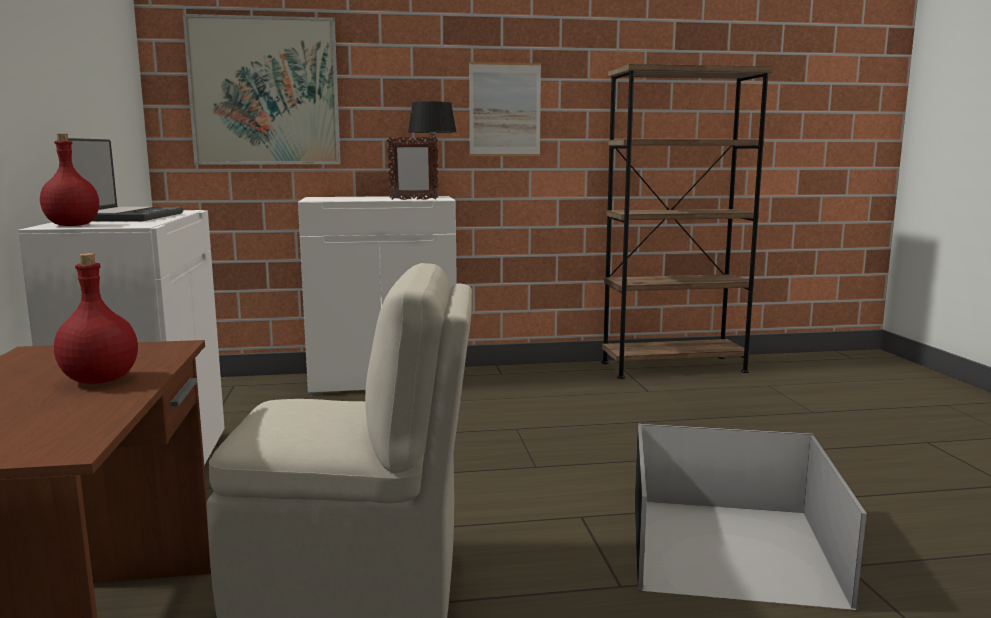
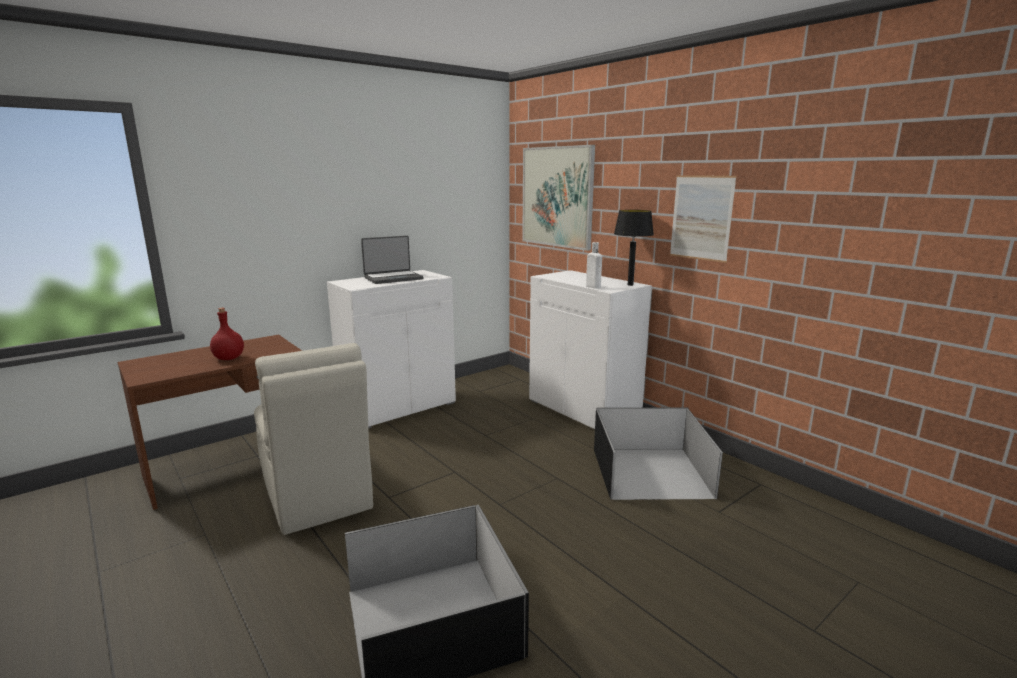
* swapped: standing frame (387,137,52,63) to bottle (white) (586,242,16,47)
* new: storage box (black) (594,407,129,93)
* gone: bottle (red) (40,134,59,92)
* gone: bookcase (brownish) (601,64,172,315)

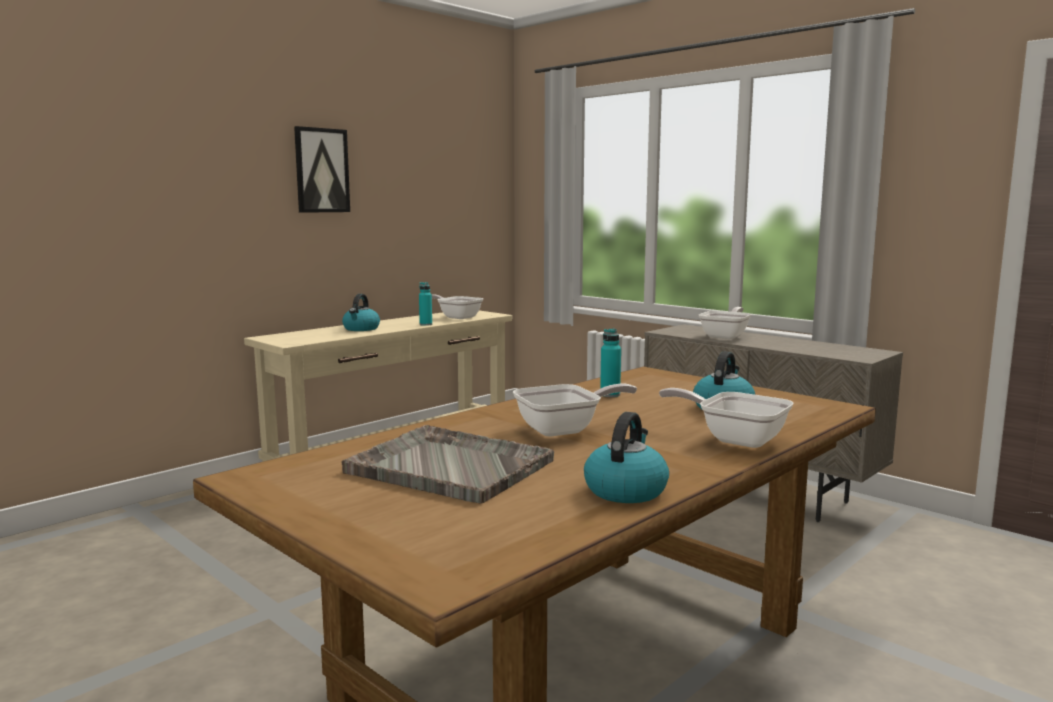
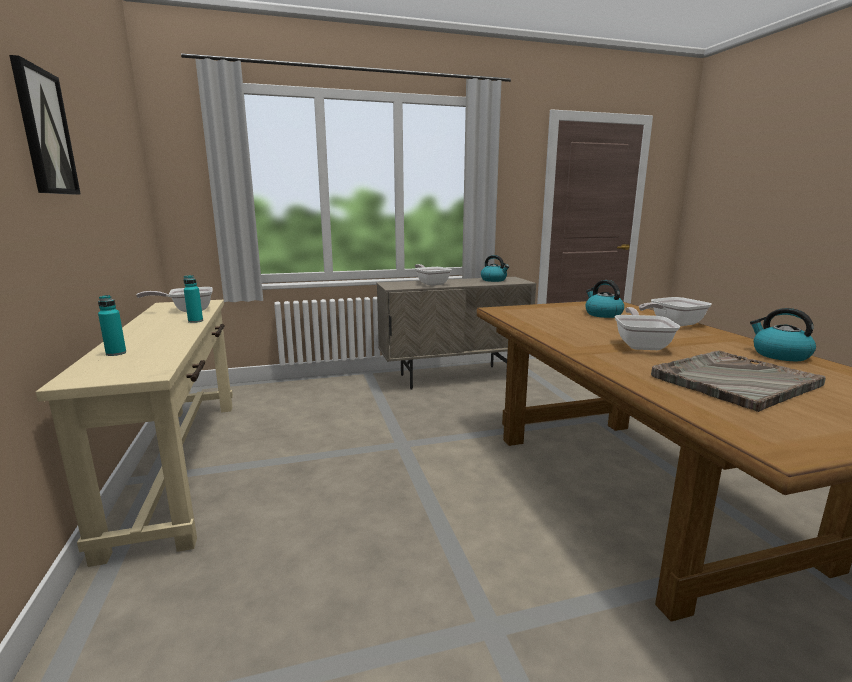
* shifted: bottle (turquoise-coloured) (600,328,21,69) to (98,295,28,61)
* shifted: water kettle (342,294,38,37) to (481,255,28,27)

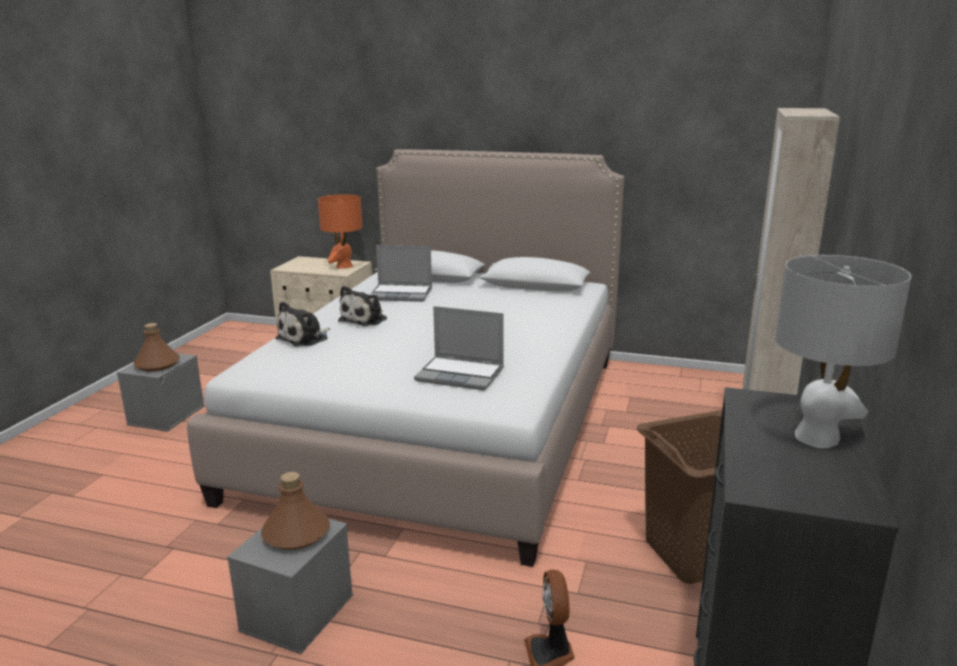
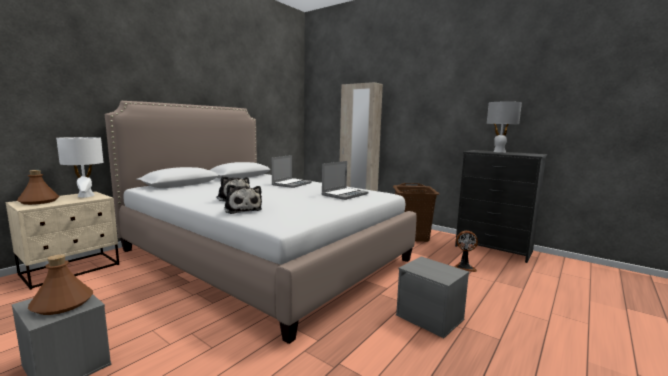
* shifted: bottle (brownish) (261,472,69,78) to (17,170,43,35)
* repainted: table lamp (orange) (318,194,45,75) to table lamp (white) (56,137,48,61)
* shifted: laptop (370,245,62,57) to (272,155,40,33)

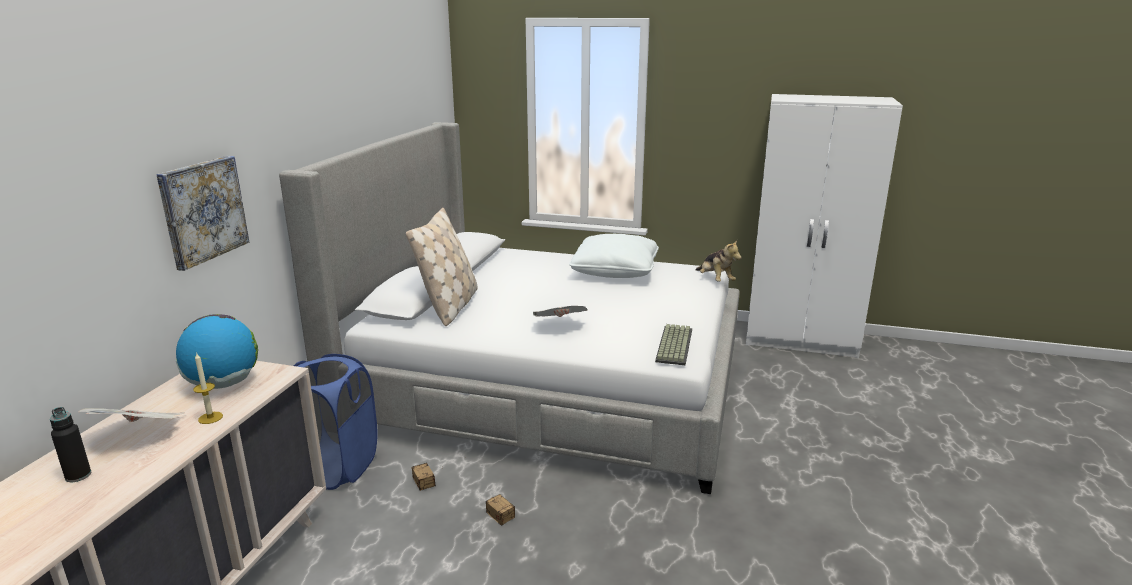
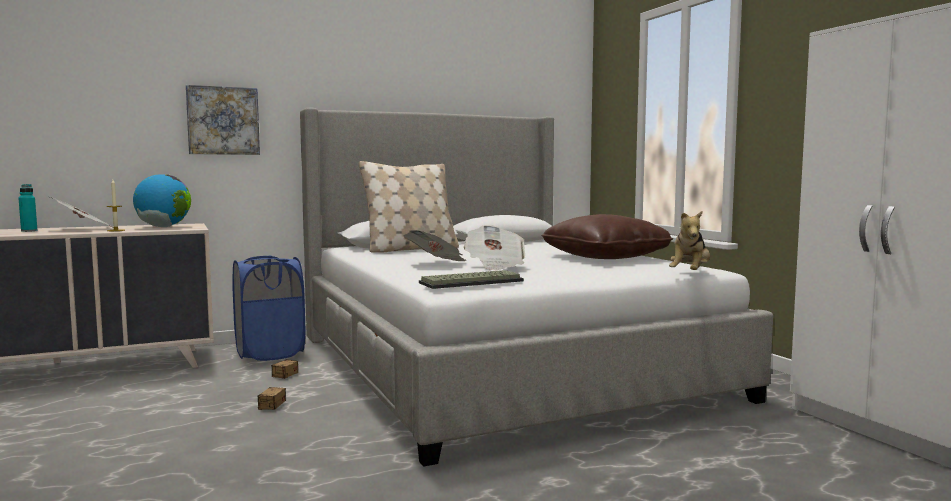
* repainted: bottle (black) (50,407,41,75) to bottle (turquoise-coloured) (18,184,19,48)
* new: printed paper (463,225,62,45)
* repainted: cushion (white) (569,234,90,44) to cushion (brownish) (541,214,132,45)

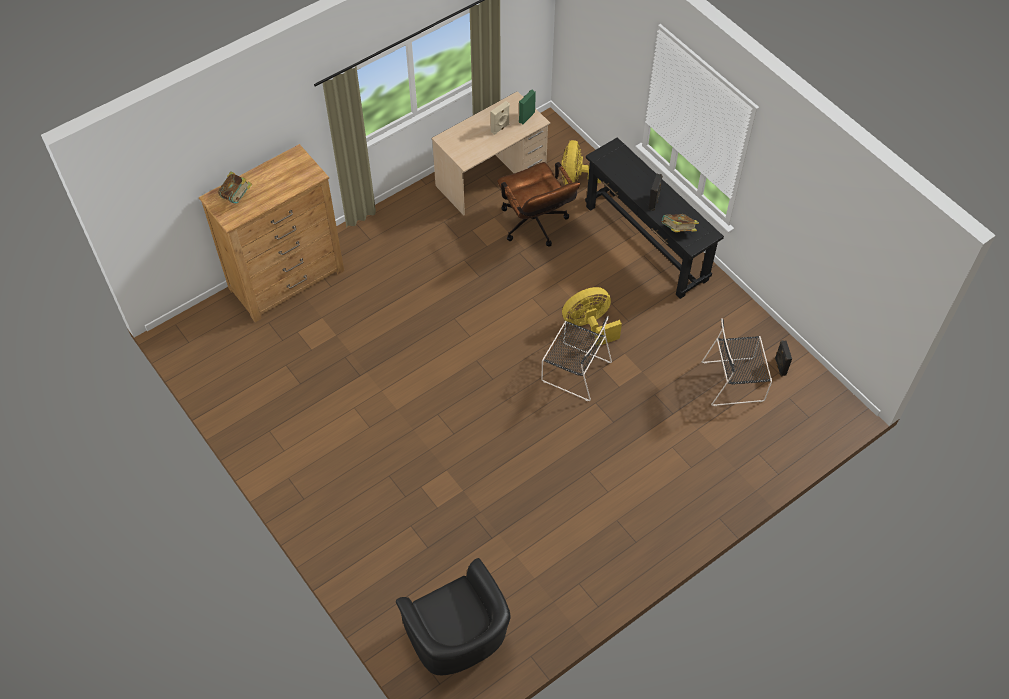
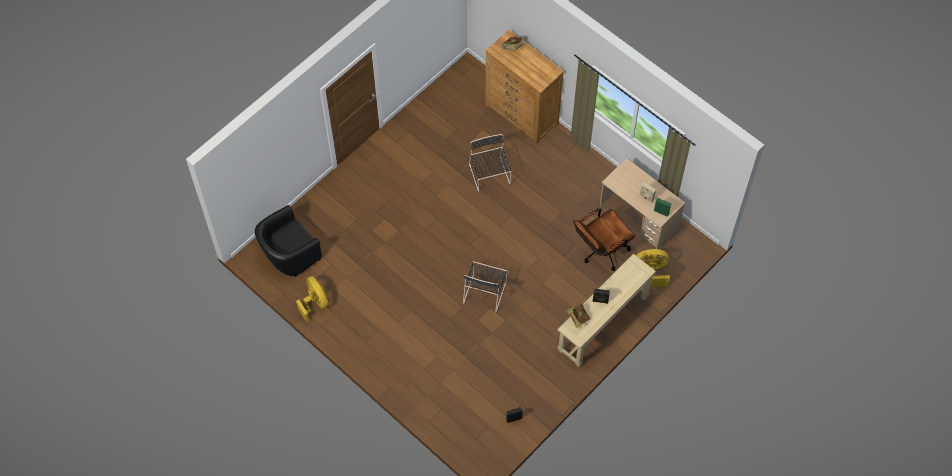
* shifted: cooling fan (yellowish) (562,287,60,60) to (296,276,32,47)
* shifted: chair (black) (702,318,70,88) to (469,134,42,58)
* repainted: narrow table (black) (585,137,139,162) to narrow table (beige-coloured) (557,254,99,113)

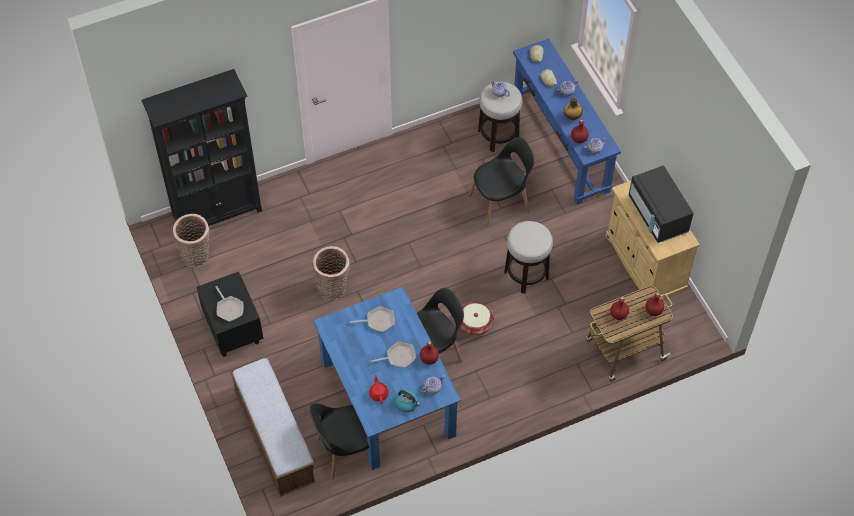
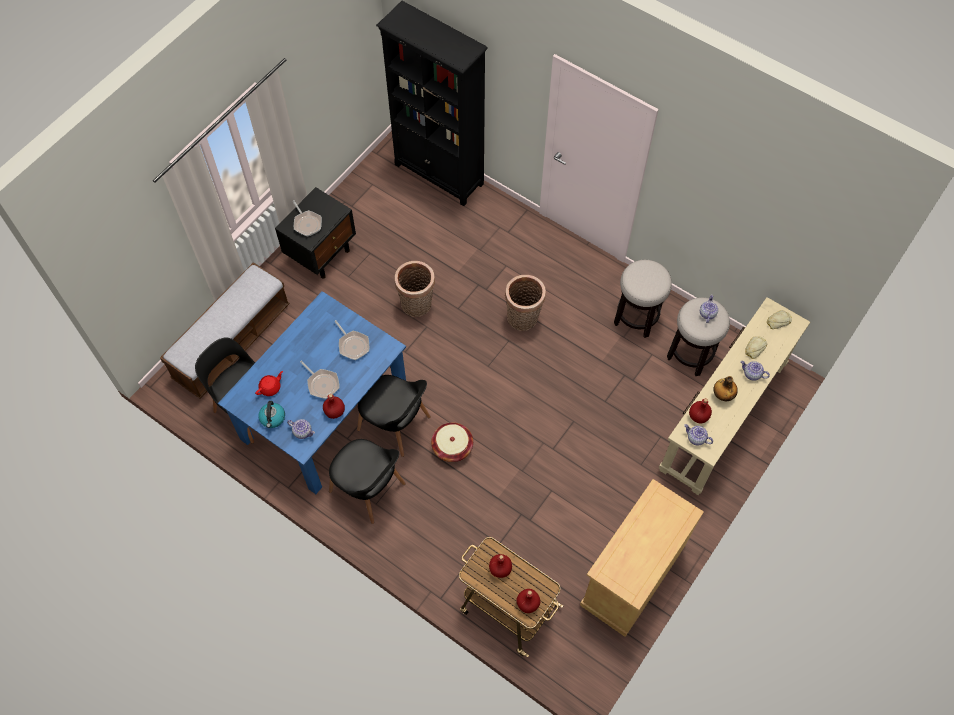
* rotated: frying pan (216,286,28,36) = (293,200,29,37) 60 degrees counterclockwise
* shifted: chair (black) (469,137,66,90) to (329,439,77,85)
* shifted: basket (173,214,37,54) to (505,275,41,56)
* shifted: stool (504,221,49,73) to (614,260,58,78)
* repainted: narrow table (bluish) (513,39,108,166) to narrow table (beige-coloured) (659,297,151,198)
* gone: kitchen microwave (black) (629,166,65,77)

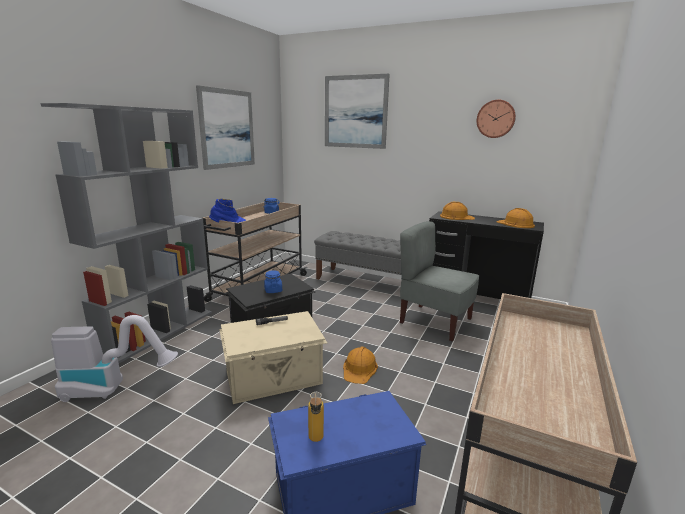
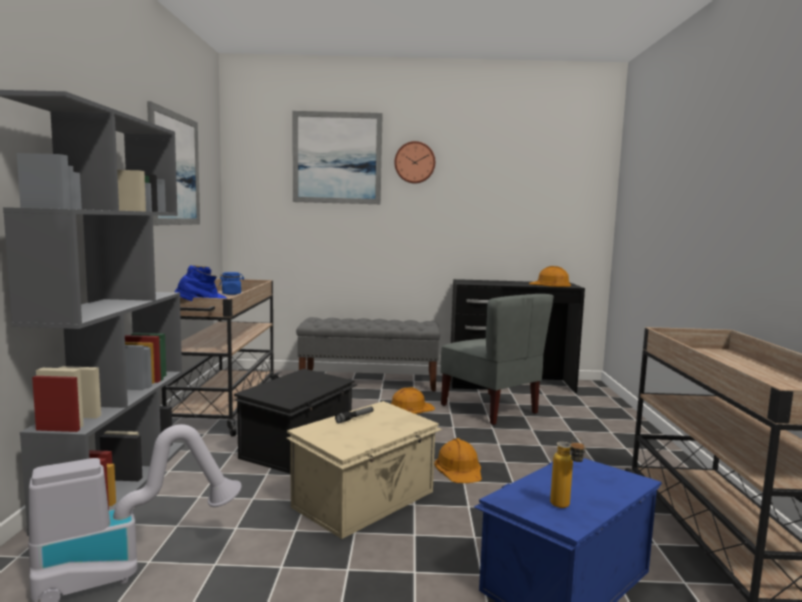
* shifted: work helmet (orange) (440,202,35,18) to (391,387,44,27)
* shifted: hanging clock (477,100,39,38) to (394,141,41,43)
* rotated: chair (grey) (400,221,79,120) = (441,294,113,131) 135 degrees counterclockwise
* gone: preserve jar (bluish) (264,270,18,23)

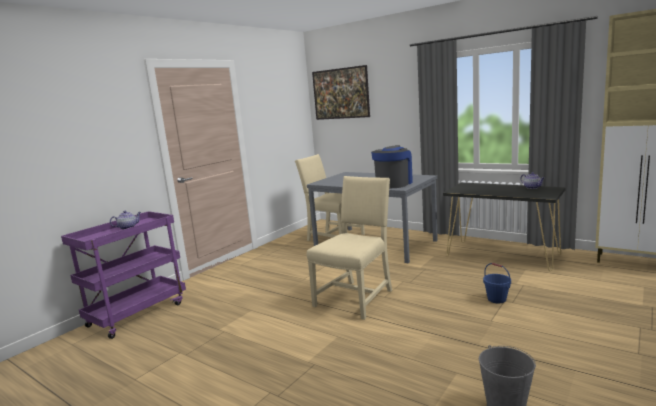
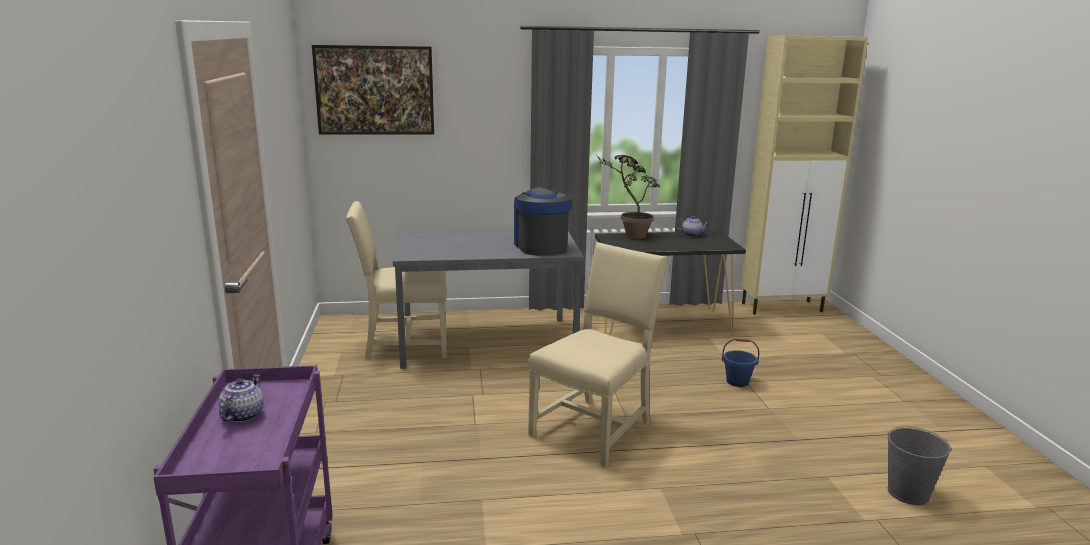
* rotated: chair (beige-coloured) (307,176,85,144) = (528,242,139,225) 45 degrees clockwise
* new: potted plant (597,155,63,84)

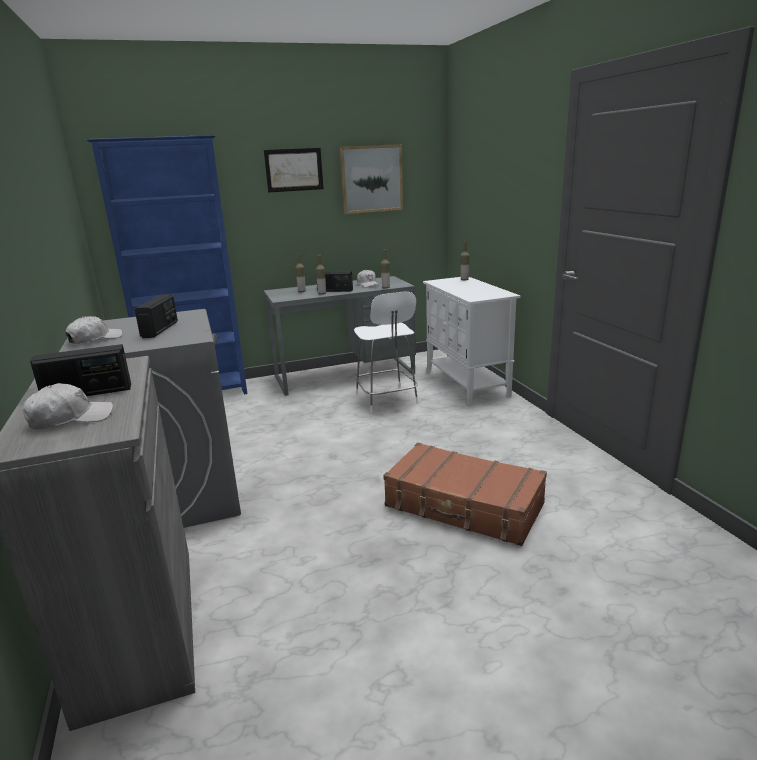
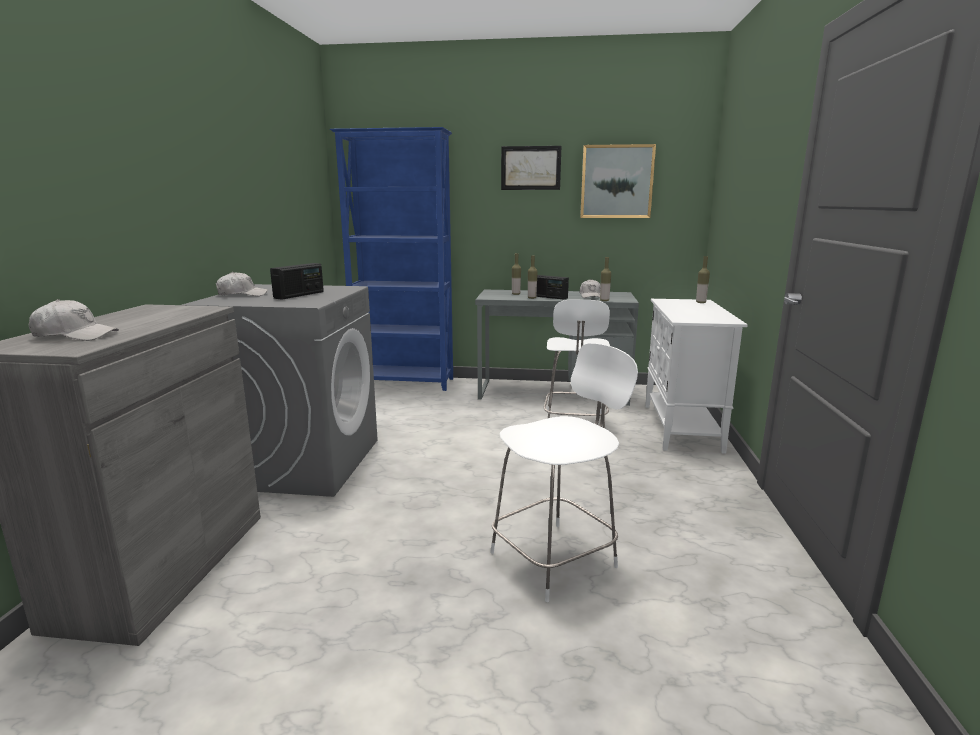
* swapped: suitcase (brownish) (383,443,164,103) to chair (white) (490,343,148,259)
* gone: radio (30,344,101,52)

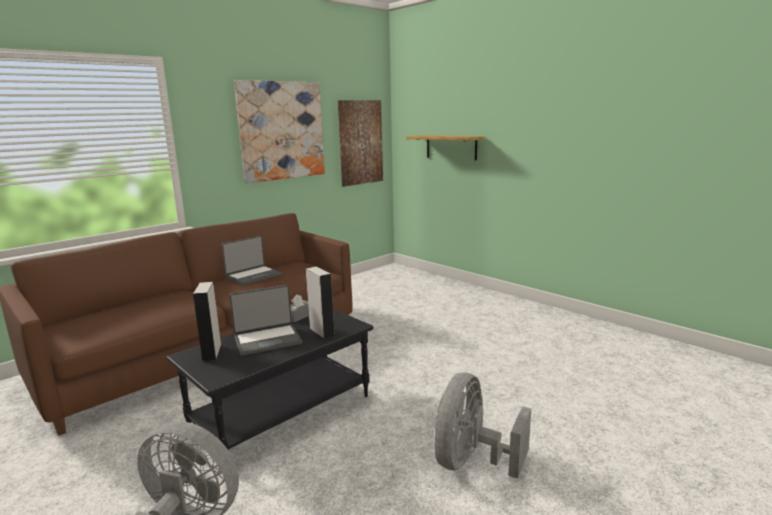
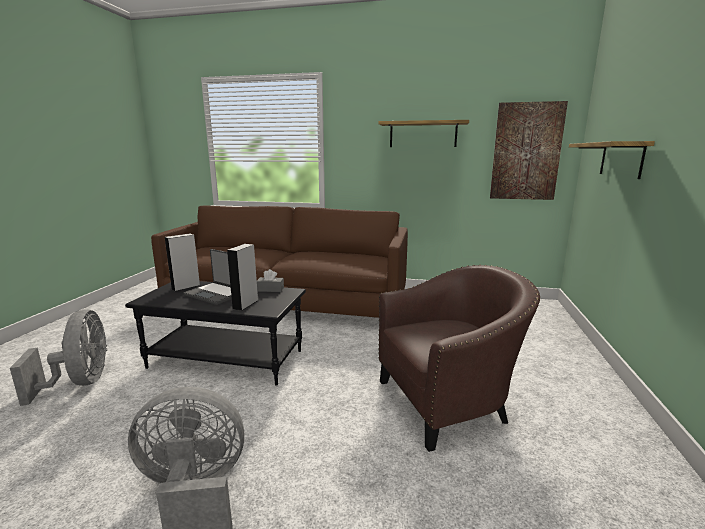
* swapped: wall picture (234,80,91,103) to shelf (378,120,91,27)
* new: lounge chair (brownish) (378,265,162,187)
* gone: laptop (221,236,61,49)

